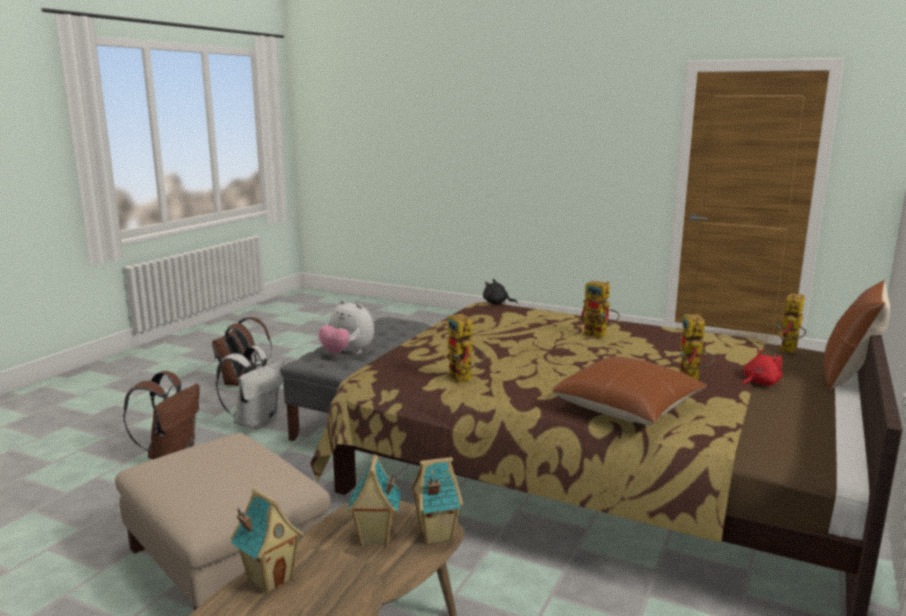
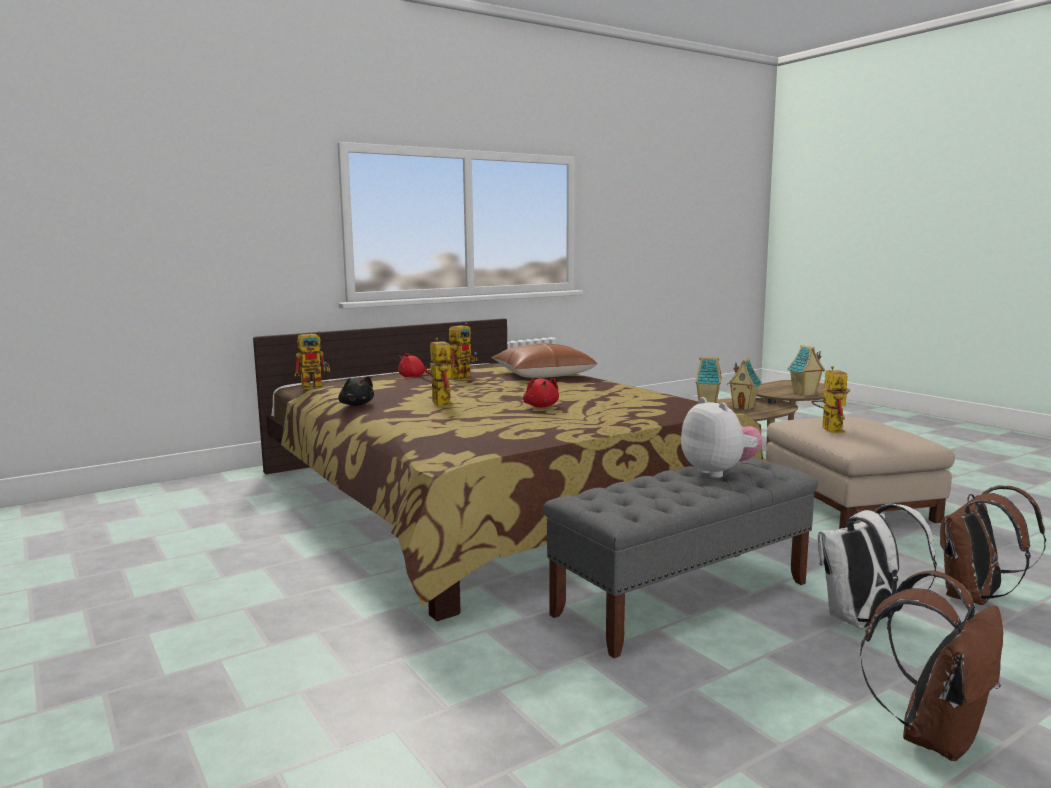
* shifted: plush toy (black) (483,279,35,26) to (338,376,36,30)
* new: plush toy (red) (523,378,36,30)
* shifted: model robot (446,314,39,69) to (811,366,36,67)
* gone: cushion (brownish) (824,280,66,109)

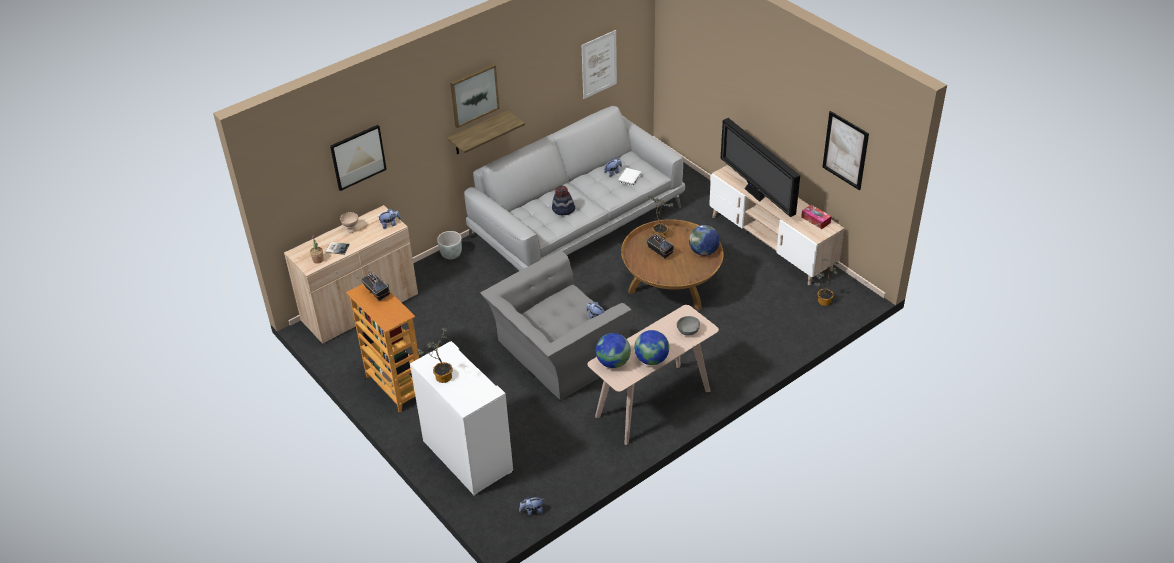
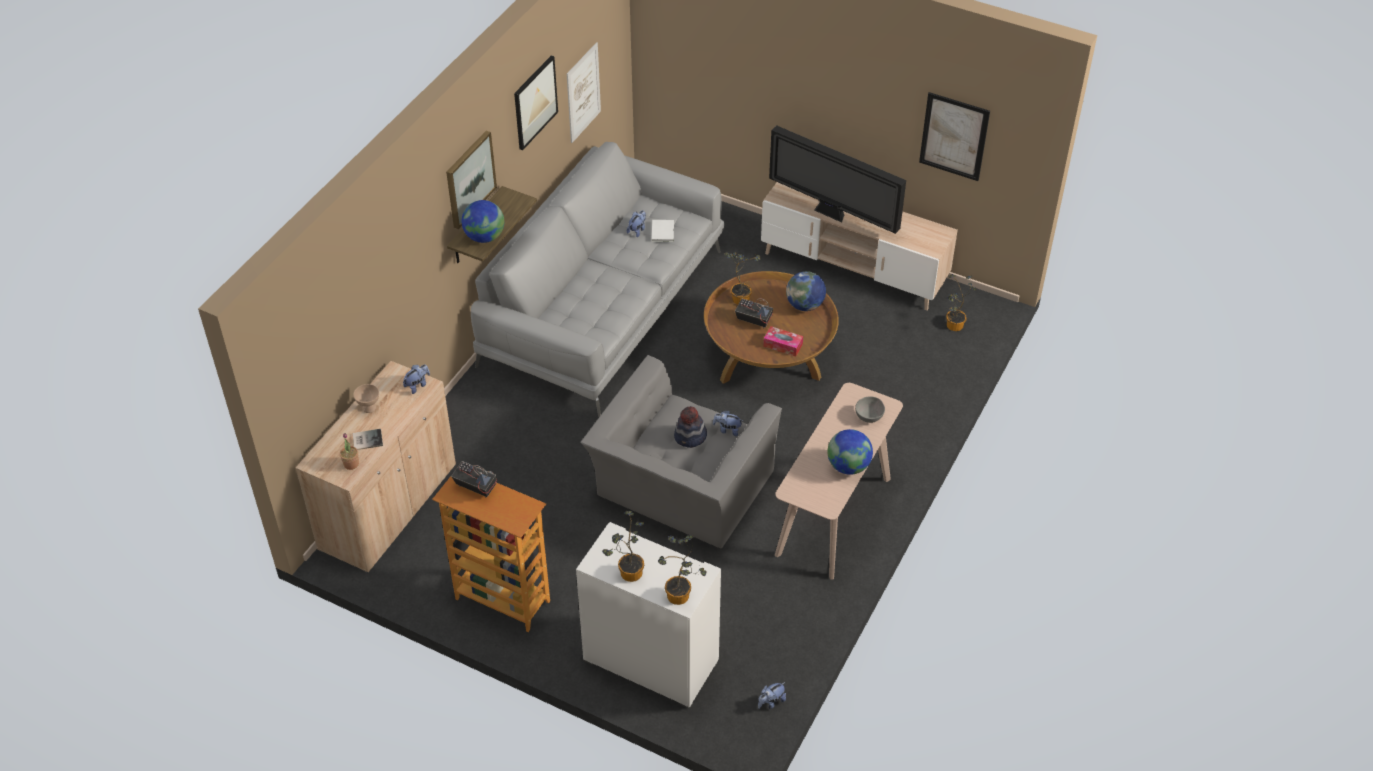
* shifted: world globe (596,333,35,35) to (462,200,42,43)
* shifted: wall picture (330,125,57,66) to (514,55,44,95)
* new: potted plant (658,535,49,70)
* shifted: wearable hat (552,185,23,30) to (674,406,33,42)
* shifted: tissue box (801,205,30,24) to (763,326,40,31)
* gone: flower pot (grey) (437,231,25,28)

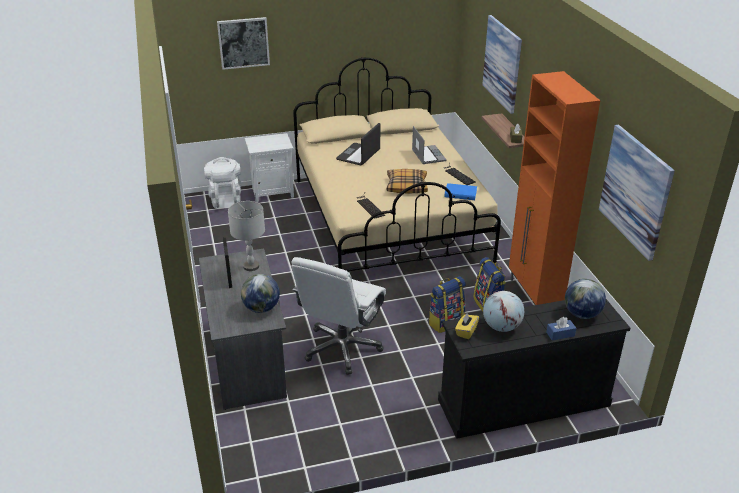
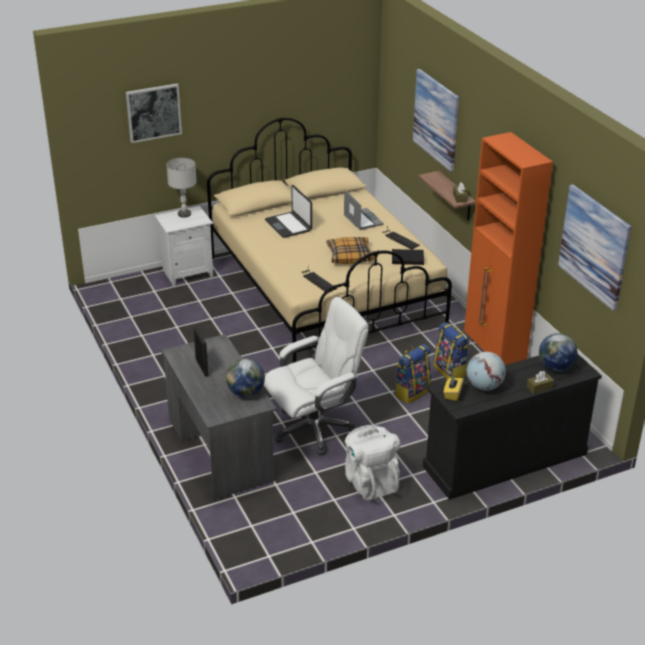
* shifted: table lamp (grey) (228,201,37,70) to (167,158,30,60)
* rotated: desk chair (white) (291,257,95,118) = (264,297,105,158) 135 degrees counterclockwise
* rotated: laptop (336,123,44,43) = (265,185,47,53) 45 degrees counterclockwise
* shifted: rucksack (white) (204,157,37,52) to (345,425,55,75)
* repainted: volume (bluish) (444,183,33,17) to volume (black) (392,249,32,16)
* repainted: tissue box (bluish) (546,317,30,24) to tissue box (brownish) (527,371,27,23)

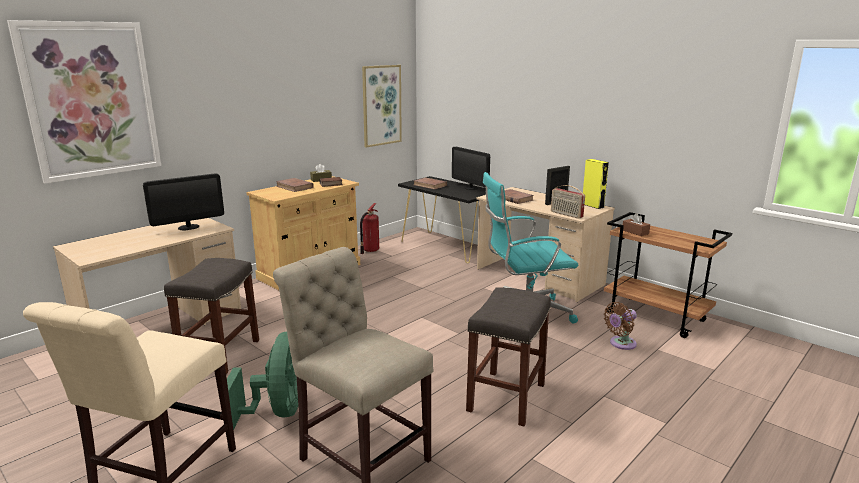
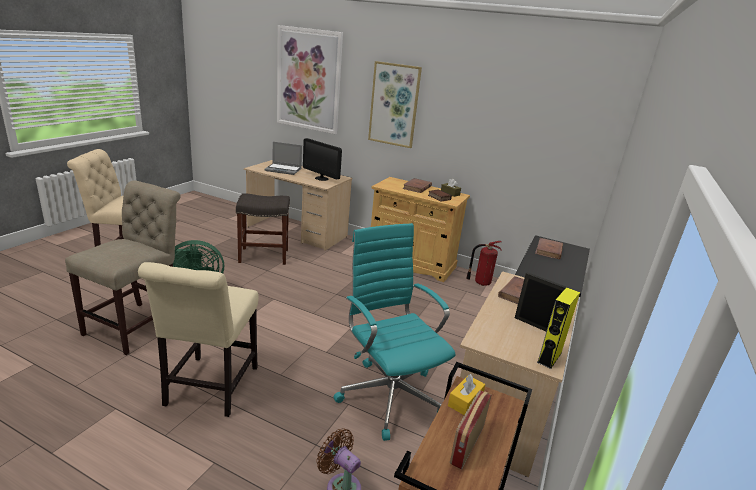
* swapped: stool (grey) (466,287,85,139) to chair (beige-coloured) (138,262,121,155)
* new: laptop (265,142,37,33)
* shifted: wall picture (362,65,40,83) to (368,61,54,87)
* repainted: tissue box (brownish) (623,213,27,23) to tissue box (yellowish) (448,374,37,41)
* shifted: radio (551,185,34,34) to (450,390,41,80)
* gone: computer display (452,147,38,43)

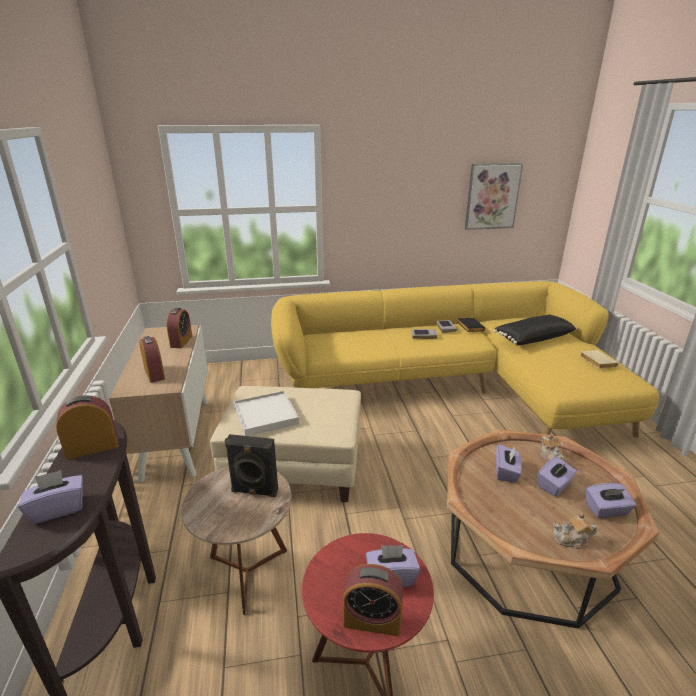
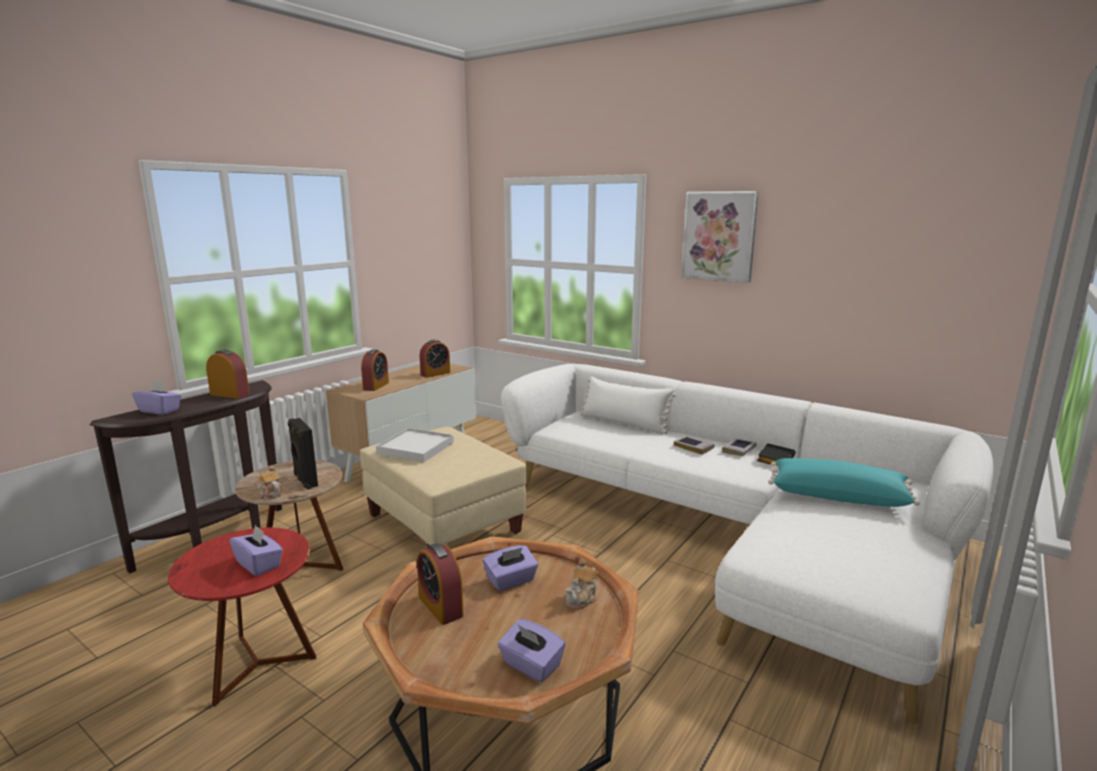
* shifted: teapot (553,512,44,37) to (257,466,24,33)
* shifted: bedside clock (343,564,60,72) to (417,543,47,82)
* repainted: couch (yellowish) (271,281,388,157) to couch (white) (501,364,493,360)
* new: cushion (white) (580,376,96,59)
* shifted: wall picture (465,163,58,67) to (682,191,77,92)
* repainted: cushion (black) (494,315,83,30) to cushion (turquoise-coloured) (768,458,152,49)
* gone: tissue box (purple-coloured) (538,457,39,39)
* gone: volume (beige-coloured) (580,350,39,19)

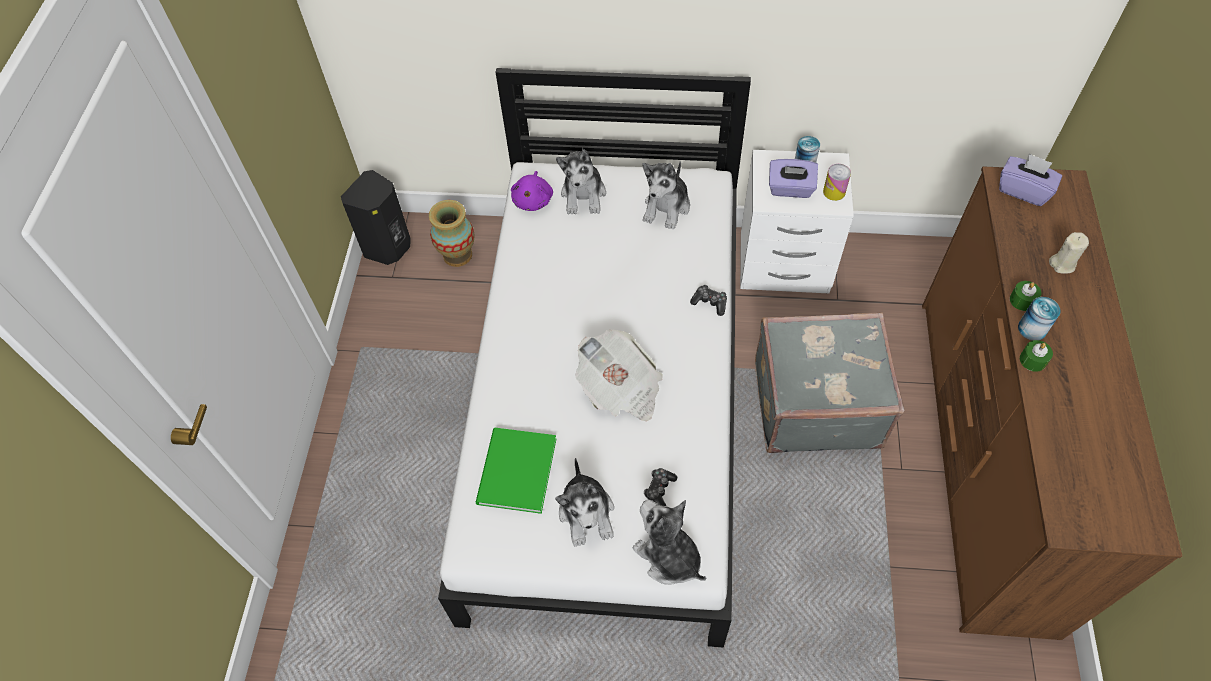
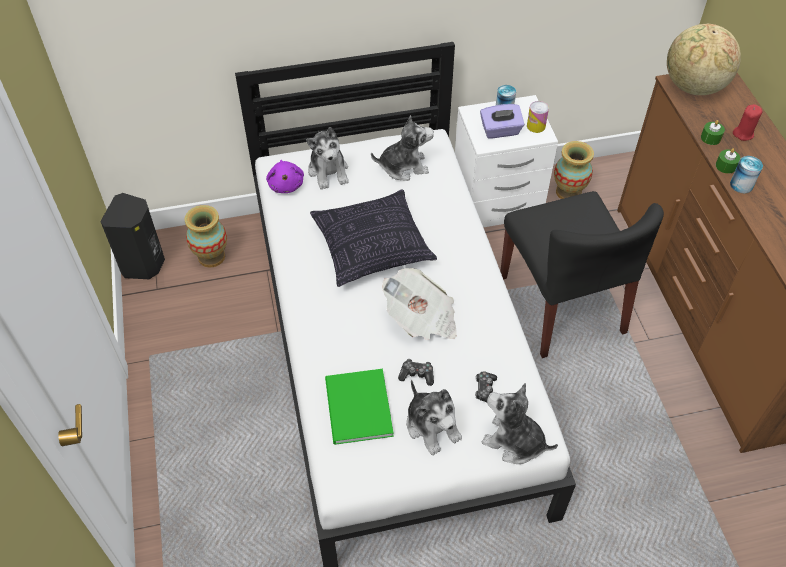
* new: cushion (310,189,127,98)
* rotated: plush toy (642,161,48,68) = (371,115,63,66) 105 degrees counterclockwise
* shifted: gamepad (690,285,37,31) to (398,359,36,27)
* swapped: suitcase (grey) (755,312,149,141) to chair (black) (500,191,164,167)
* new: decorative vase (554,141,40,58)
* swapped: tissue box (purple-coloured) (999,153,63,53) to world globe (667,24,74,71)
* shifted: wax light (greenish) (1020,340,33,32) to (701,120,24,25)
* repainted: wax light (beige-coloured) (1049,232,40,42) to wax light (red) (733,104,30,37)

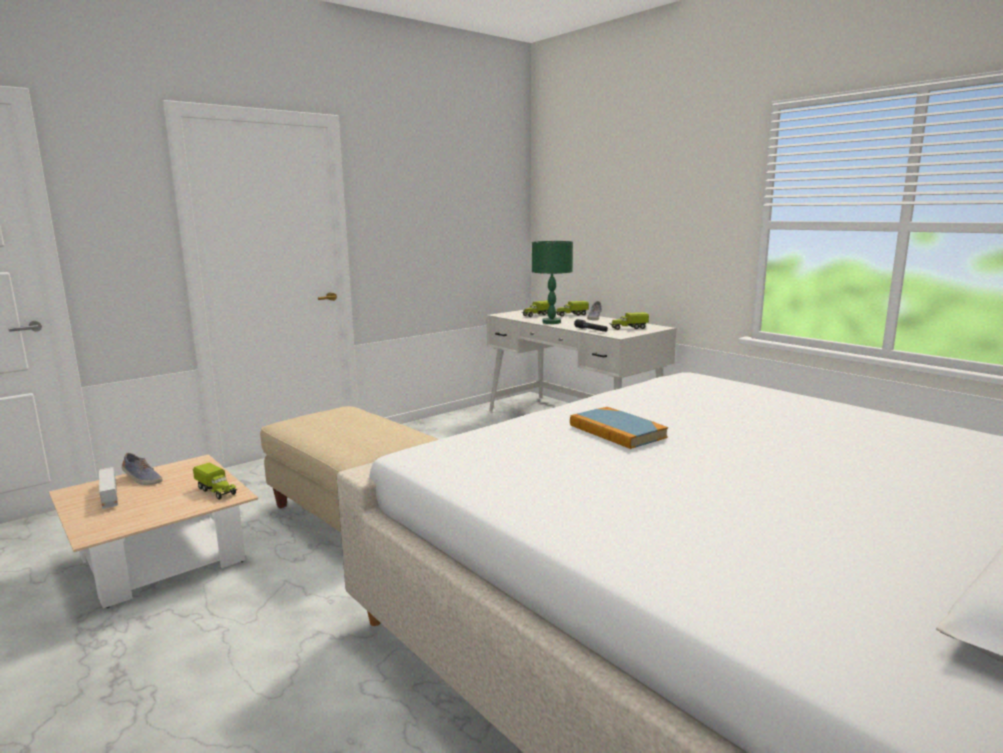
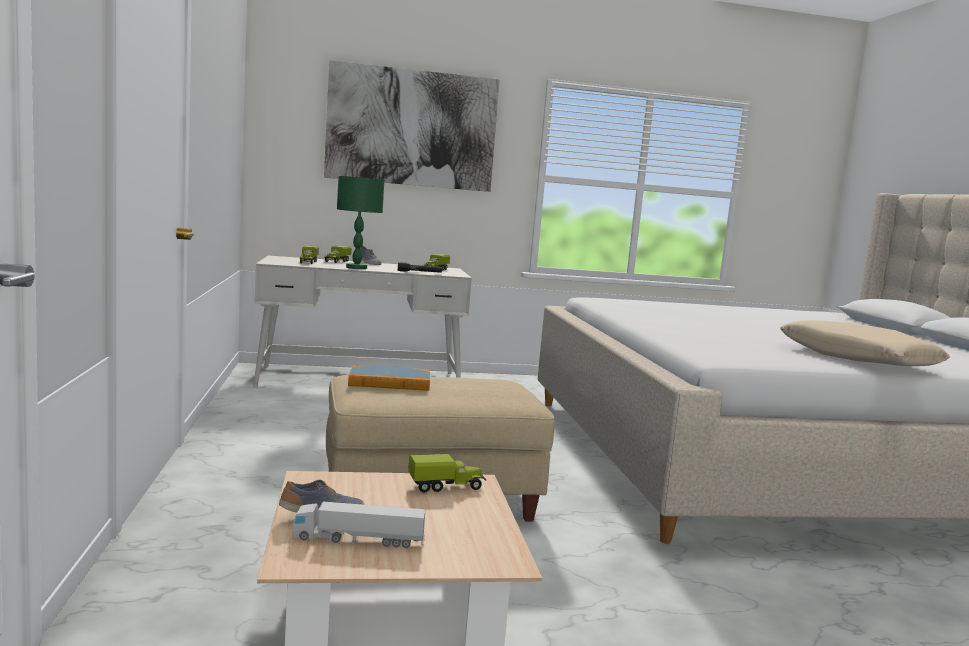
* new: wall picture (324,60,176,132)
* shifted: volume (570,407,98,42) to (348,364,82,27)
* new: cushion (beige-coloured) (780,320,170,46)

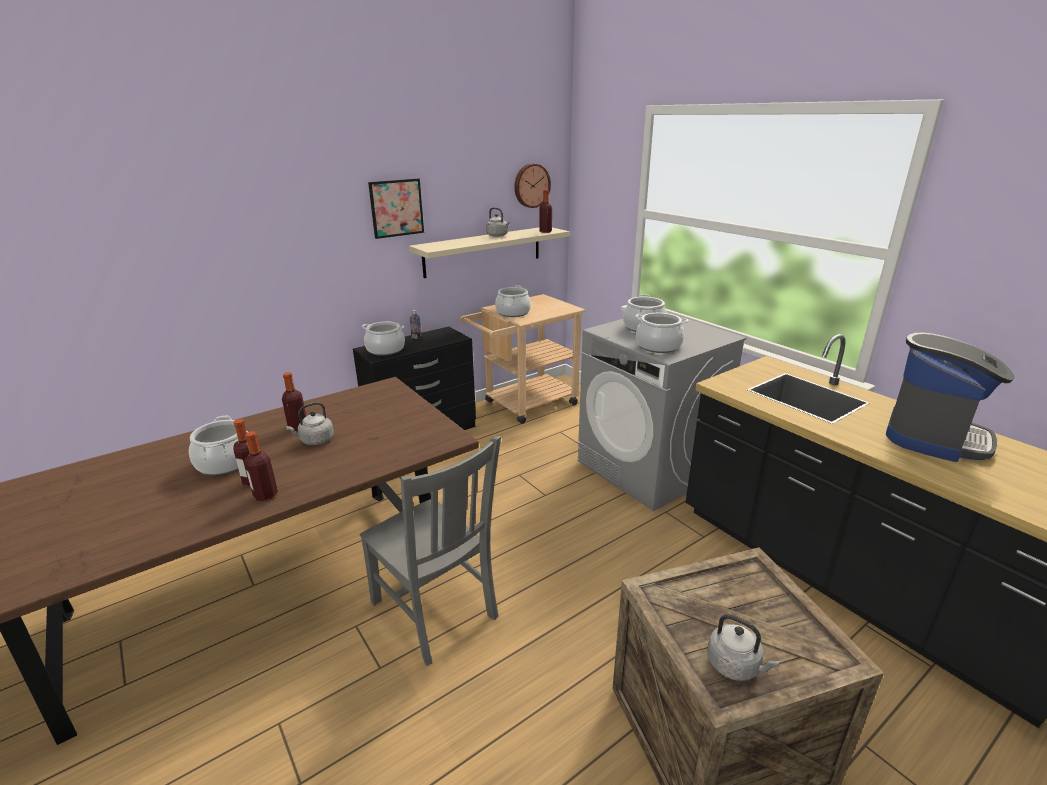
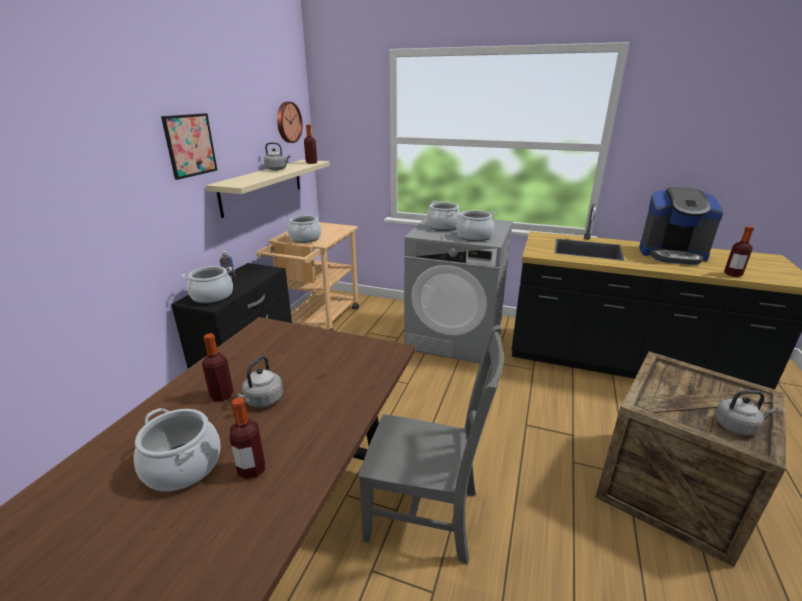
* rotated: coffee machine (886,332,129,130) = (639,188,84,77) 105 degrees clockwise
* shifted: bottle (244,431,34,70) to (724,226,30,51)

